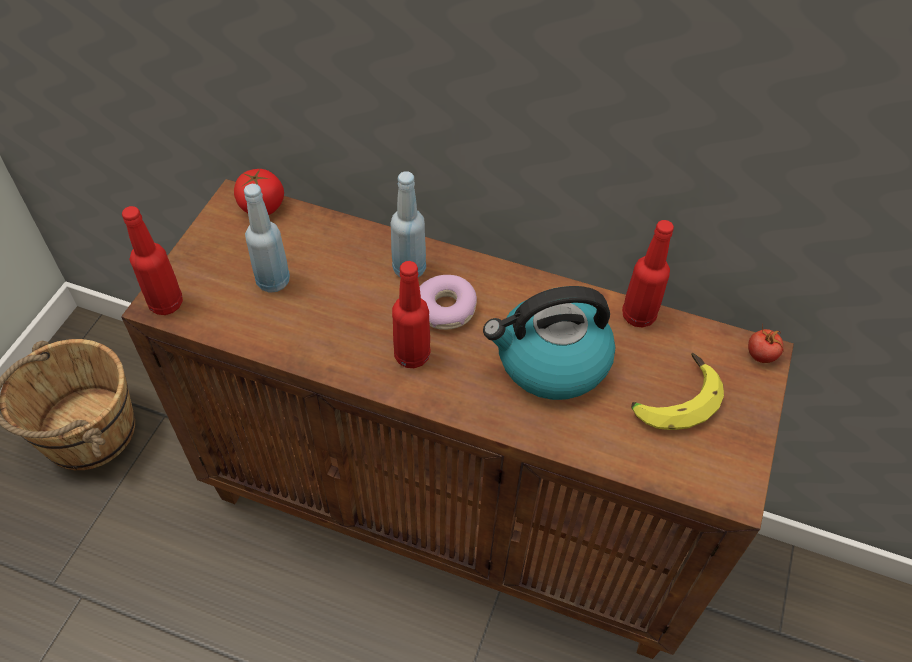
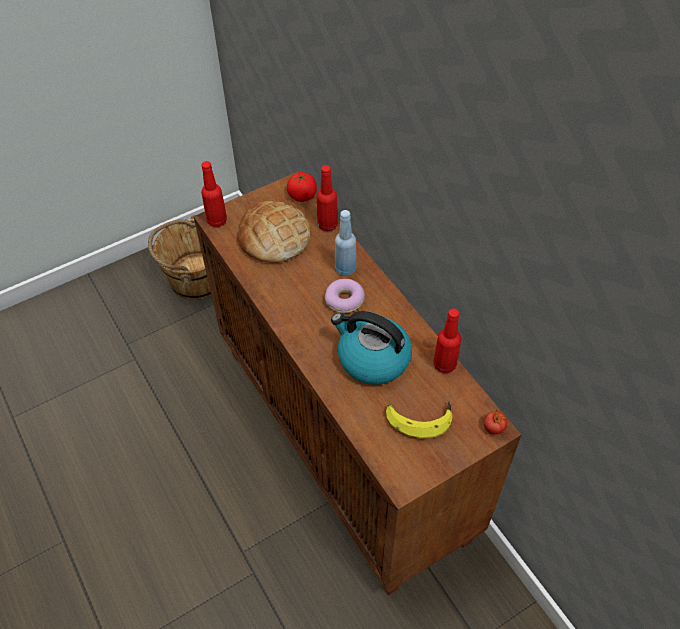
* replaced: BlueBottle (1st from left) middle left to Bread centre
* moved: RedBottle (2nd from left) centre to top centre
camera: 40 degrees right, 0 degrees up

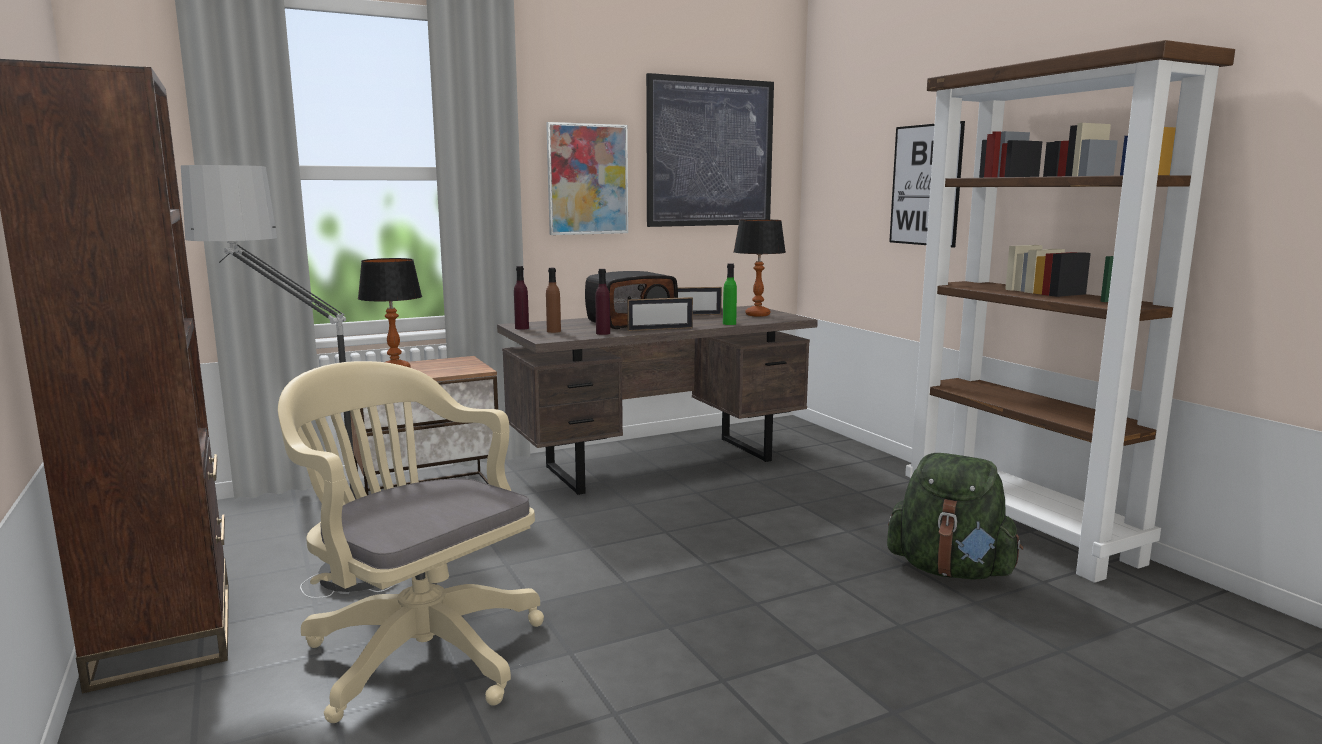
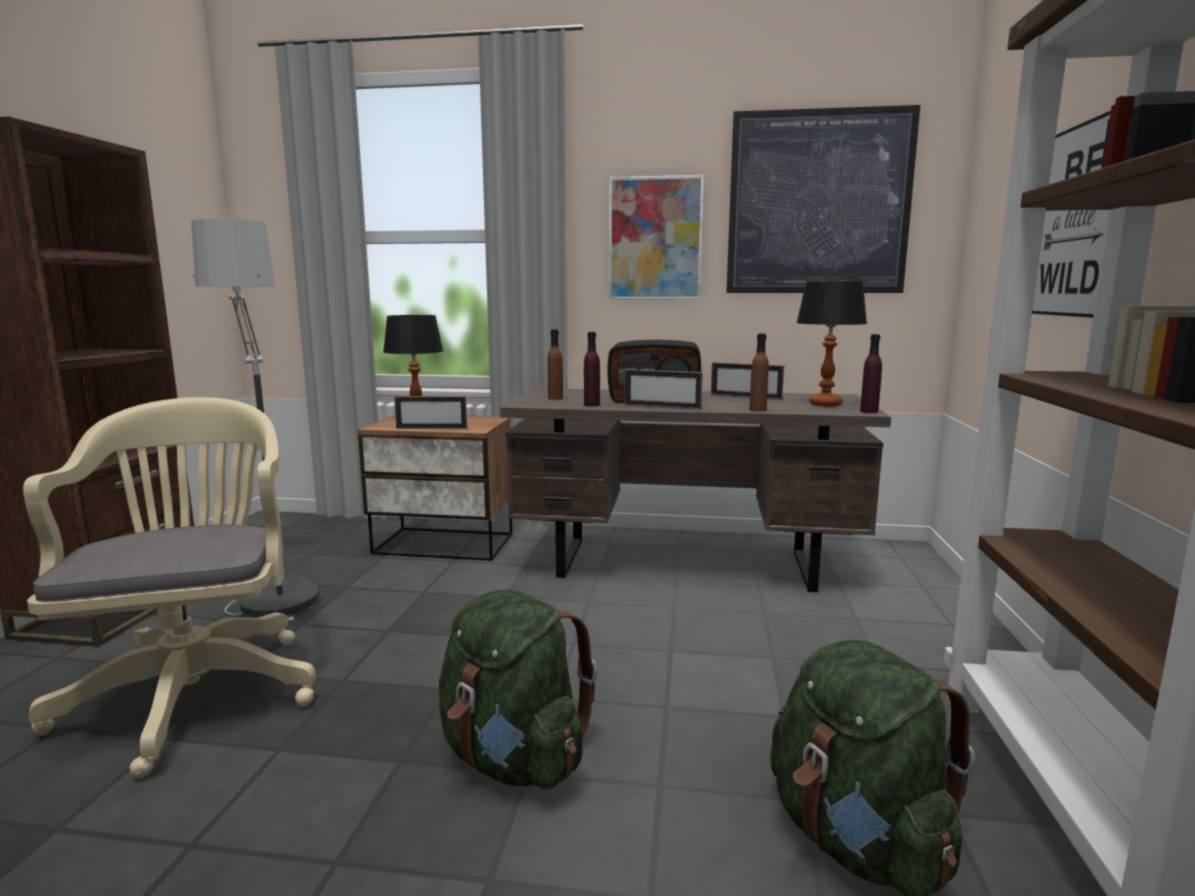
* recoloured: GreenBottle centre to BrownBottle (2nd from left) centre
* moved: PurpleBottle (1st from left in the first image) centre to PurpleBottle (2nd from left) middle right
* added: PictureFrame (1st from left) centre
* added: GreenBackpack (1st from left) bottom centre
camera: 35 degrees right, 0 degrees up

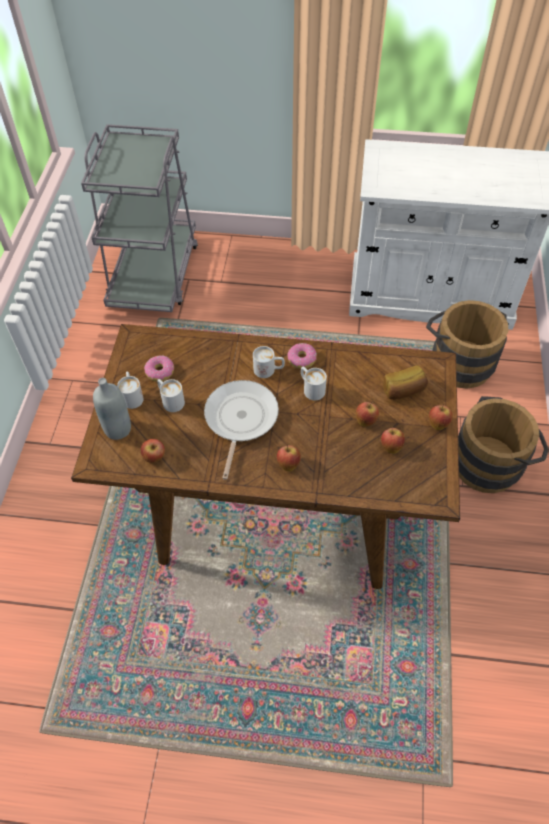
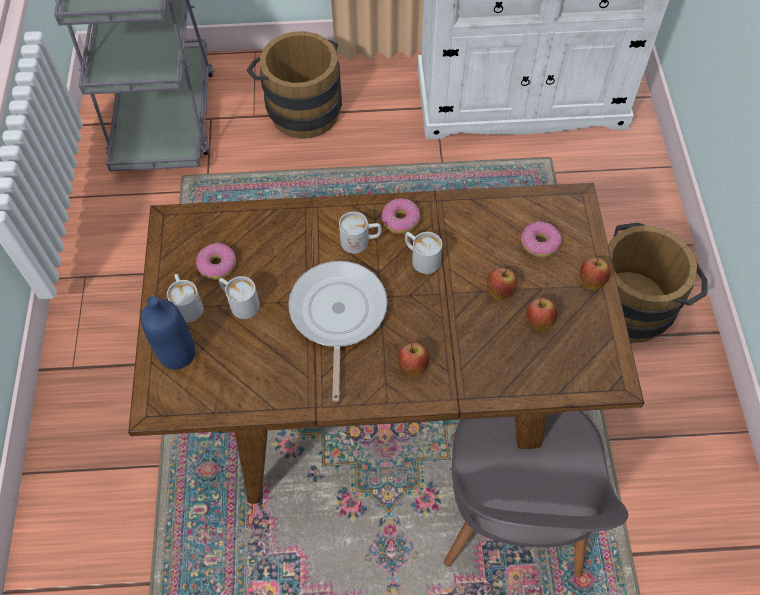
* moved: BrownBucket (1st from left) middle right to top centre
* replaced: Bread middle right to Donut (3rd from left) middle right
* recoloured: GreyBottle middle left to BlueBottle middle left
* removed: Apple (1st from left) middle left
* added: GreyChair bottom right
camera: 10 degrees left, 5 degrees up

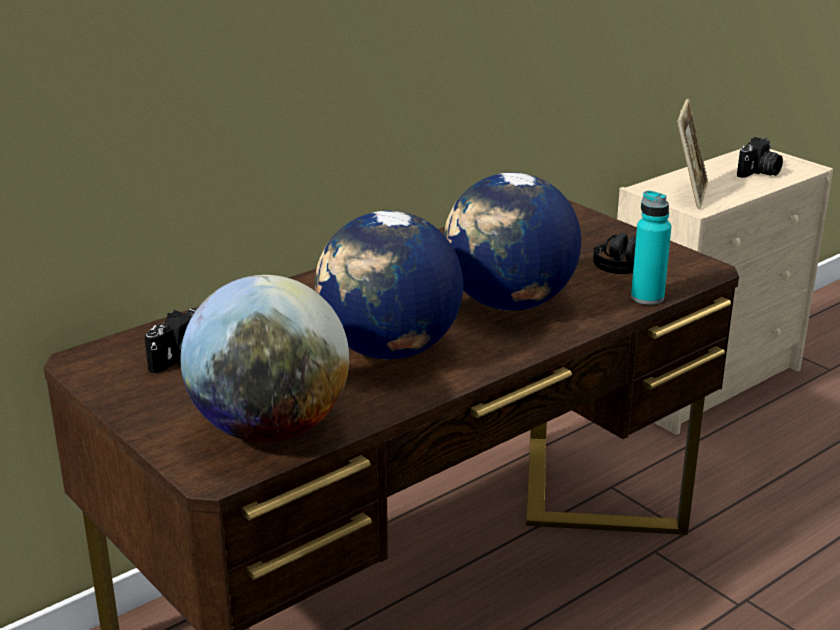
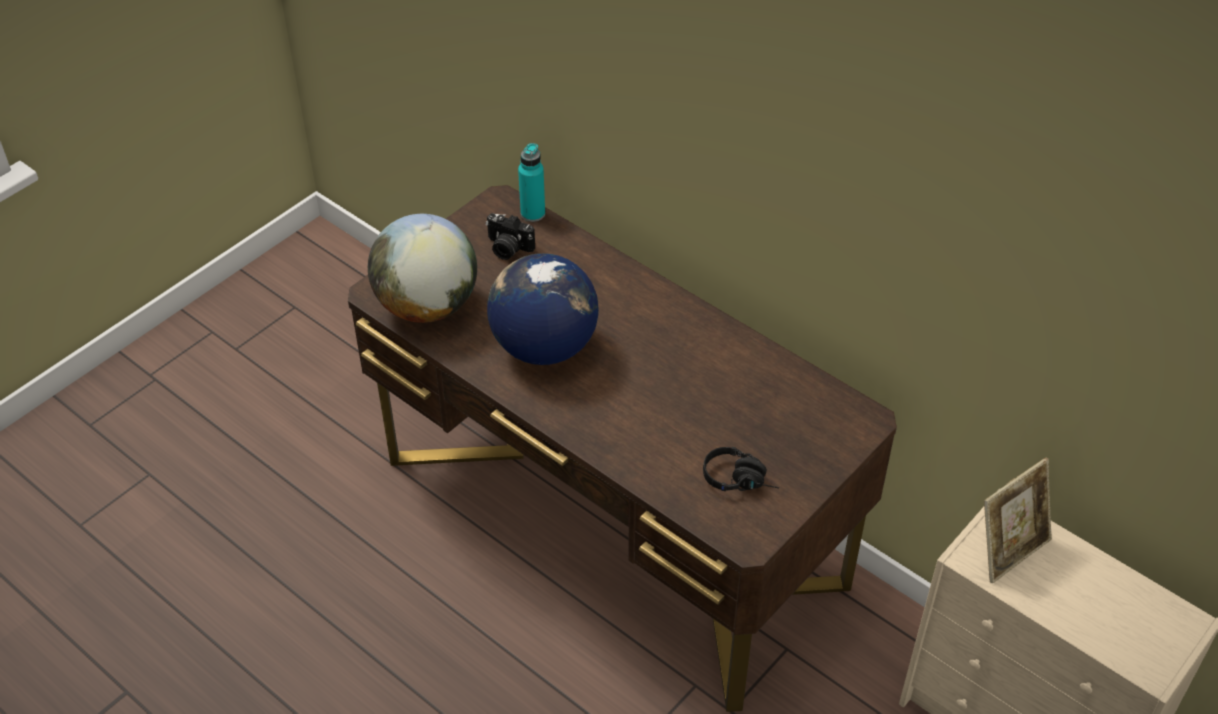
* turned: PictureFrame top right = bottom right 45 degrees counterclockwise
* removed: PhotoCamera (2nd from left) top right
* removed: Globe (3rd from left) centre
* moved: TurquoiseBottle middle right to top centre
camera: 80 degrees right, 20 degrees up

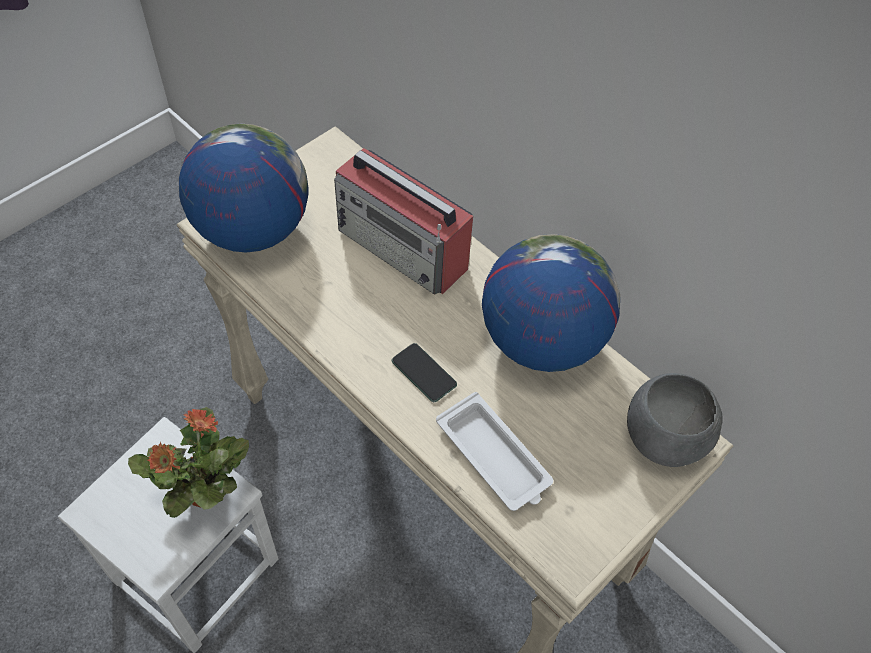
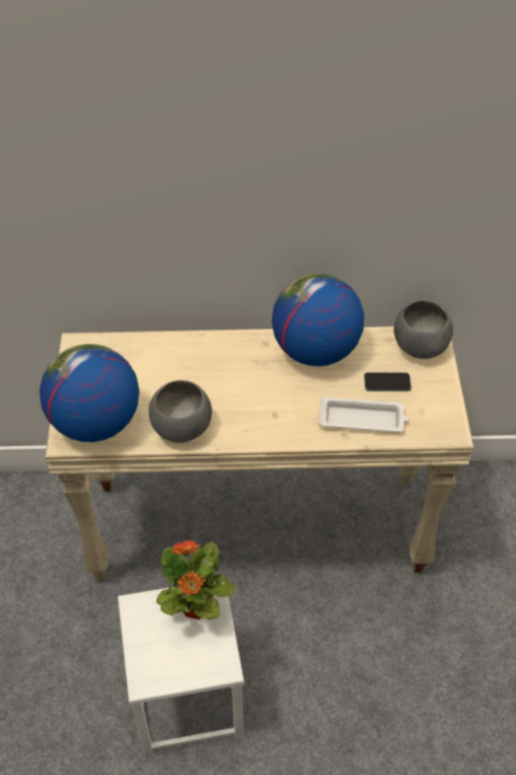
* removed: Radio centre
* moved: Phone centre to middle right
* added: GreyBowl (1st from left) centre
camera: 45 degrees left, 5 degrees down

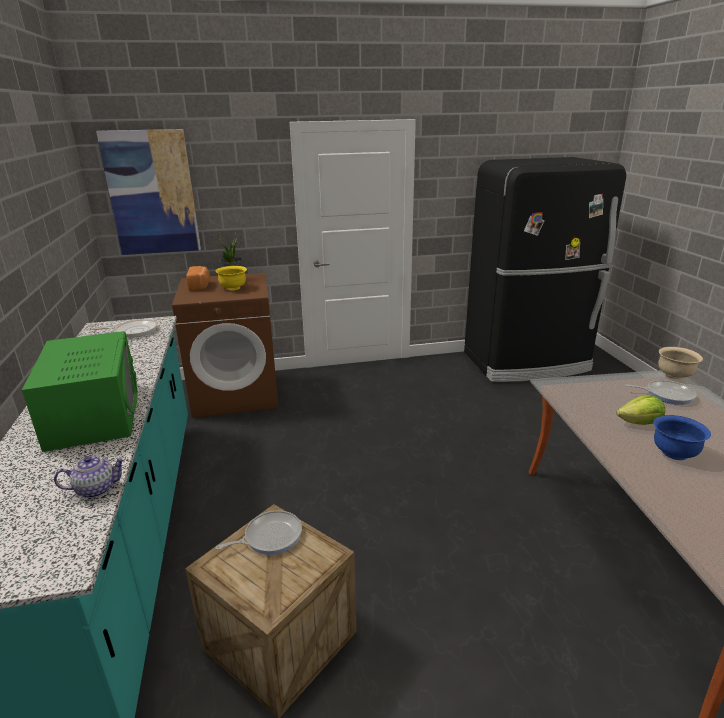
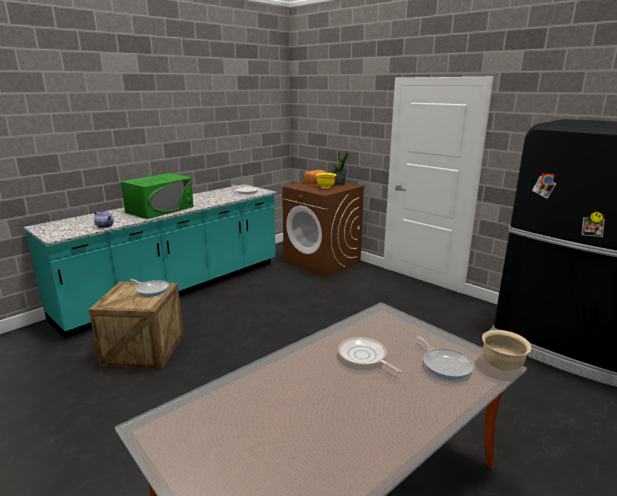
* removed: Picture top left
* replaced: Lettuce middle right to FryingPan (3rd from left) bottom centre
* removed: BlueBowl middle right
camera: 55 degrees right, 5 degrees down

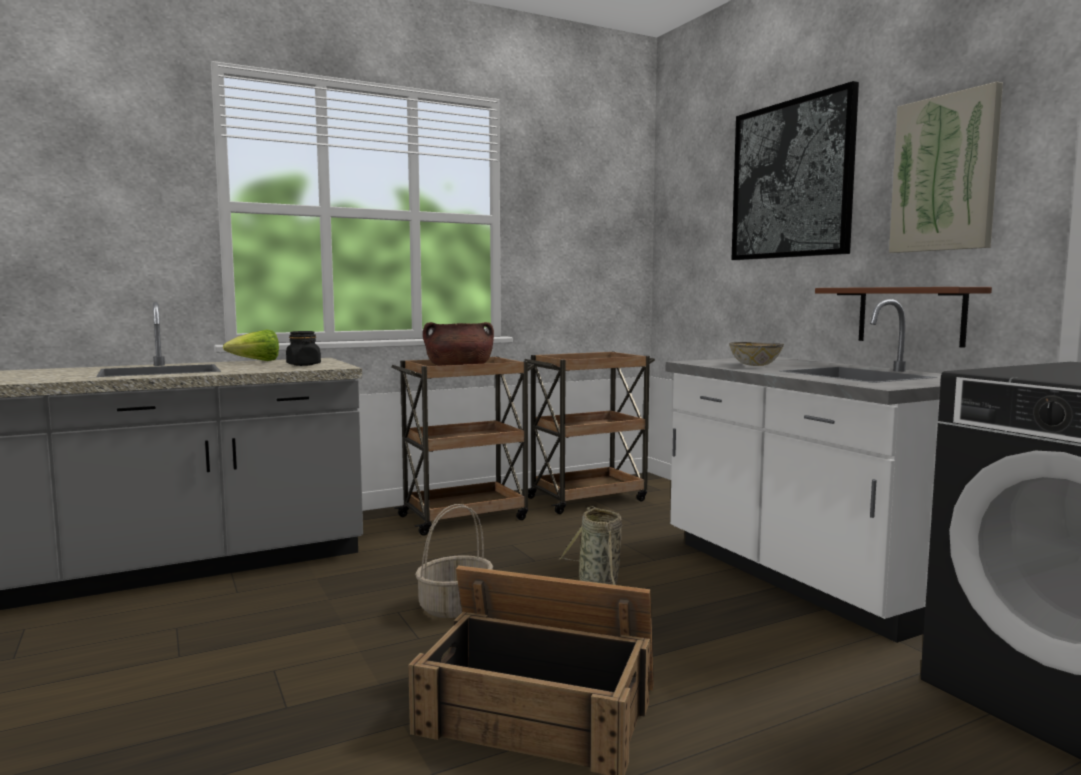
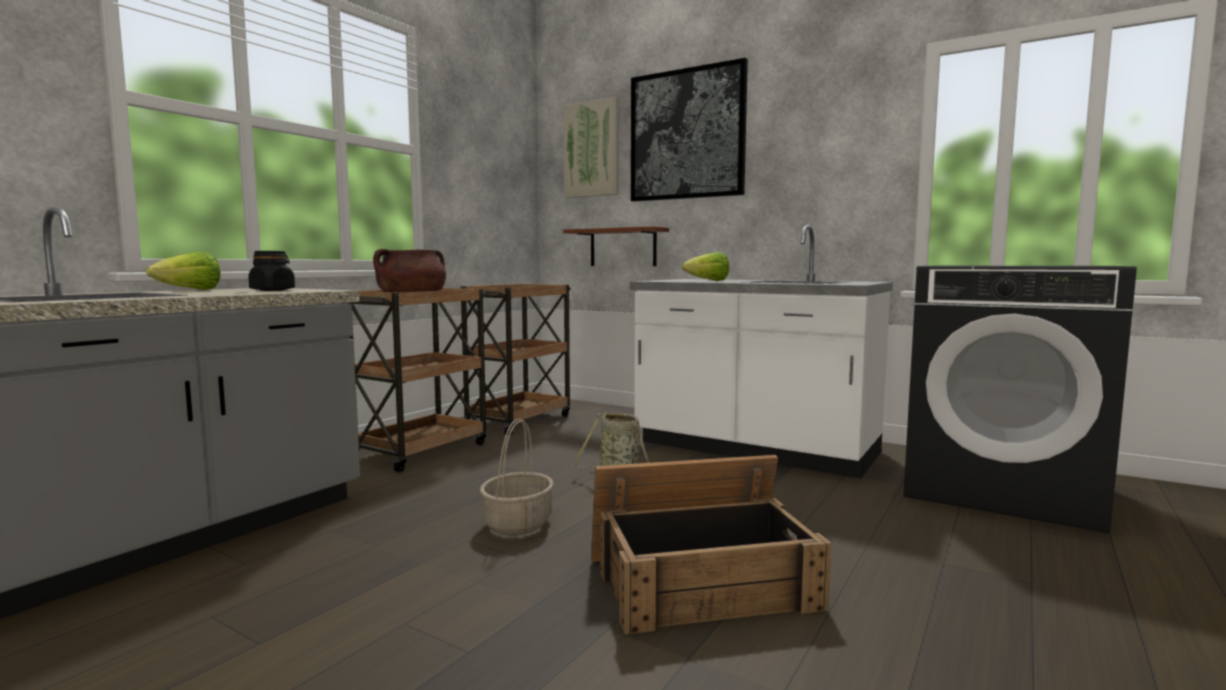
* moved: Picture (2nd from left in the first image) top right to Picture (1st from left) top centre
* moved: BrownShelf middle right to centre
* replaced: Bowl middle right to Lettuce (2nd from left) centre
camera: 30 degrees left, 0 degrees up

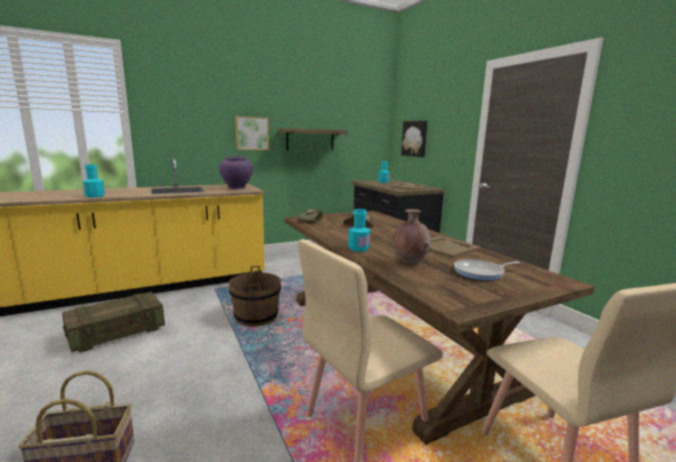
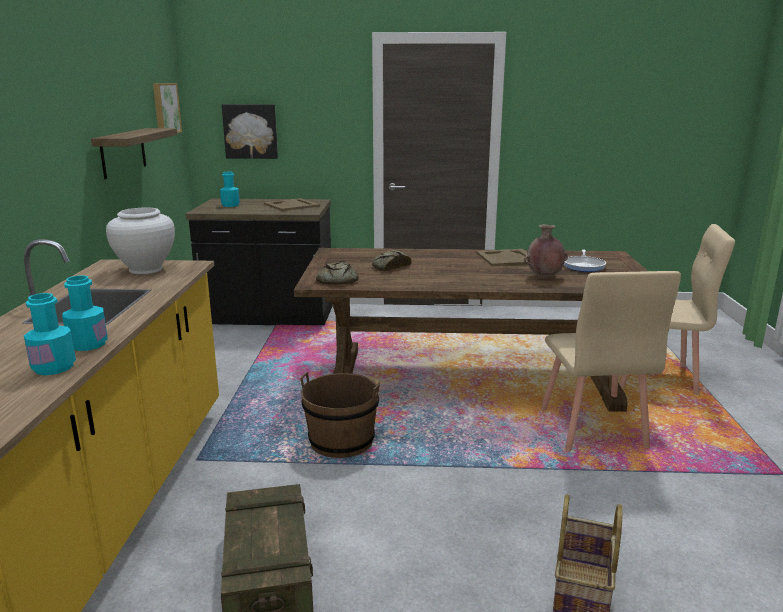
* moved: Picture (1st from left) top centre to top left
* recoloured: PurpleVase centre to WhiteVase middle left
* moved: TurquoiseBottle (2nd from left) centre to middle left
camera: 60 degrees left, 5 degrees up

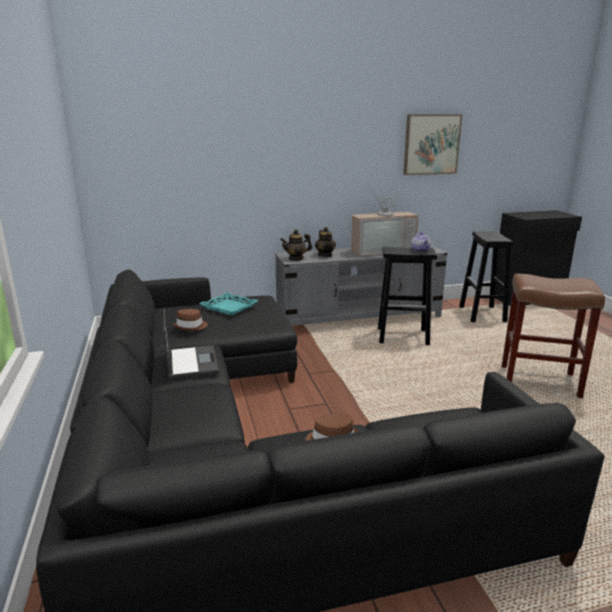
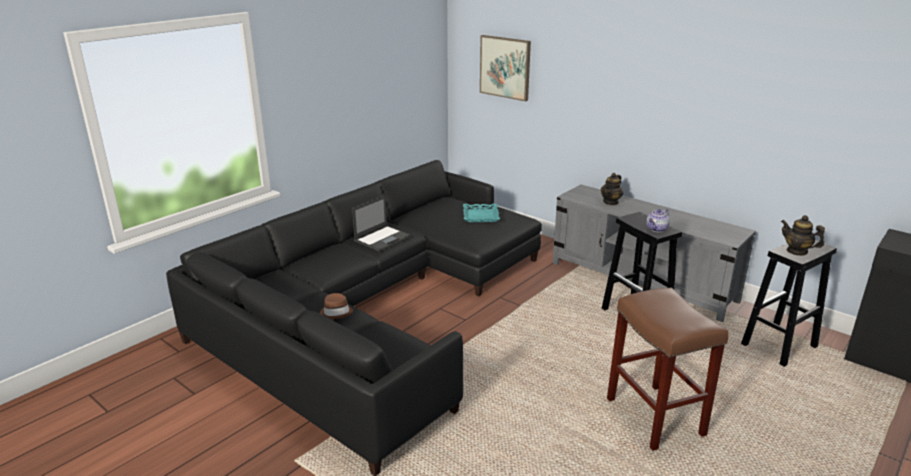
* moved: Picture top right to top centre
* removed: Television centre
* moved: Teapot (1st from left in the first image) centre to Teapot (3rd from left) middle right
* removed: BrownHat (1st from left) middle left
camera: 55 degrees right, 5 degrees up

